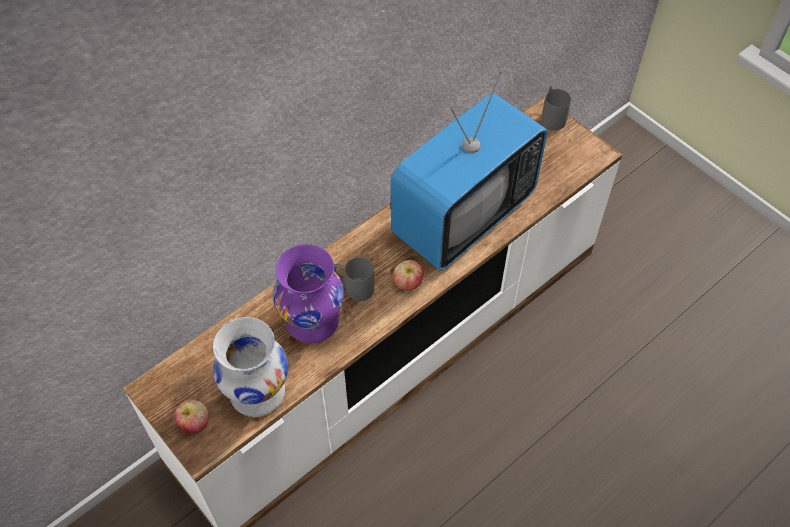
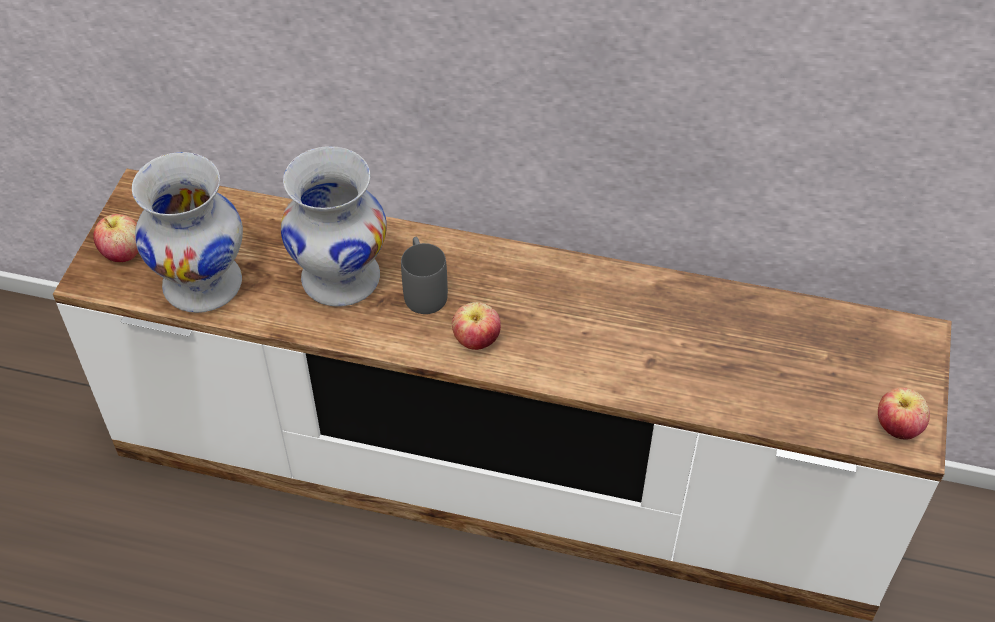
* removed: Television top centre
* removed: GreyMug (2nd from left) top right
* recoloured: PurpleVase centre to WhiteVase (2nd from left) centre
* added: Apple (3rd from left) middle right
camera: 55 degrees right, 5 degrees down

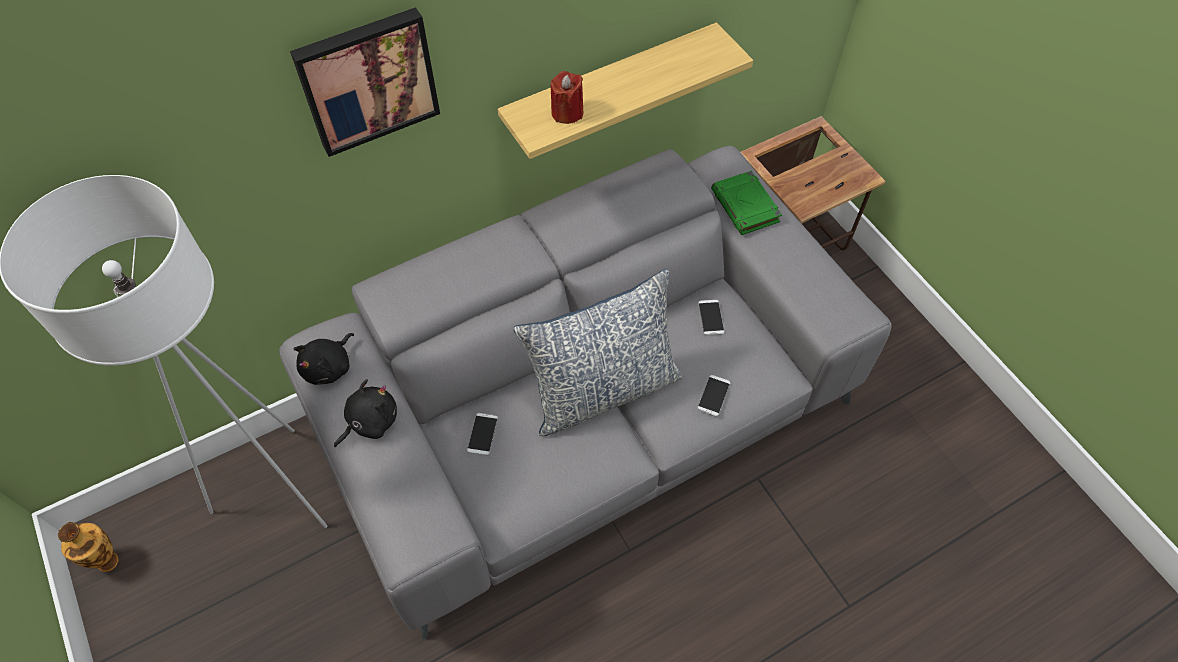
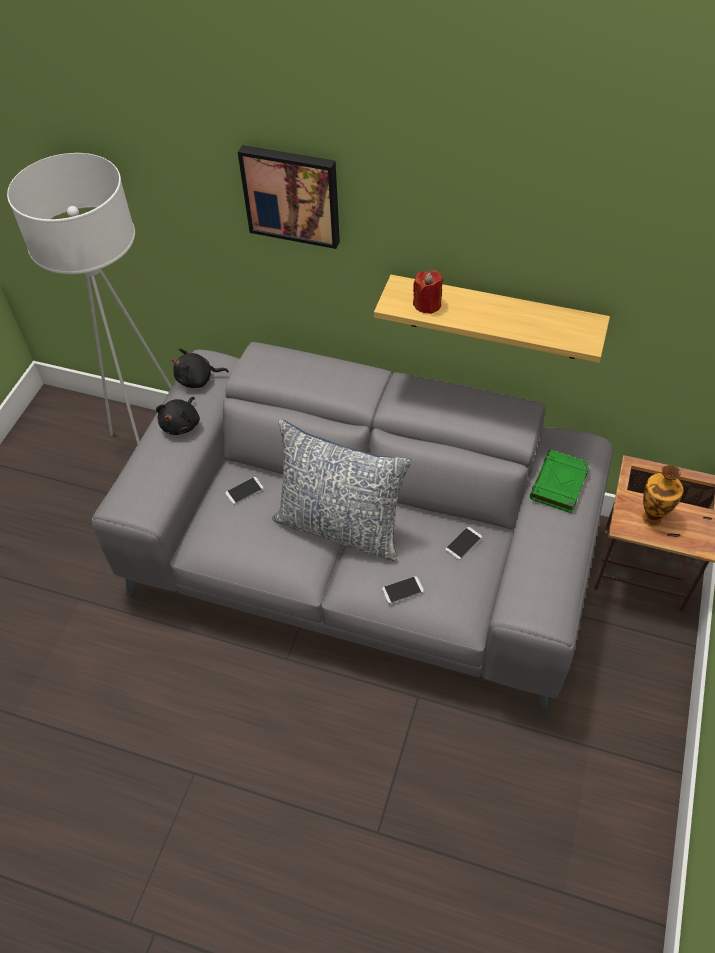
* turned: BlackPlushToy (2nd from left in the first image) middle left = middle left 105 degrees clockwise
* moved: Vase bottom left to middle right
camera: 50 degrees right, 5 degrees down

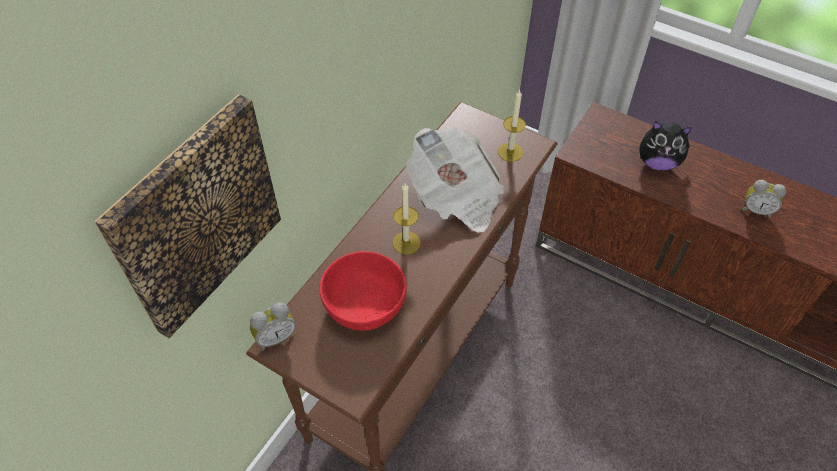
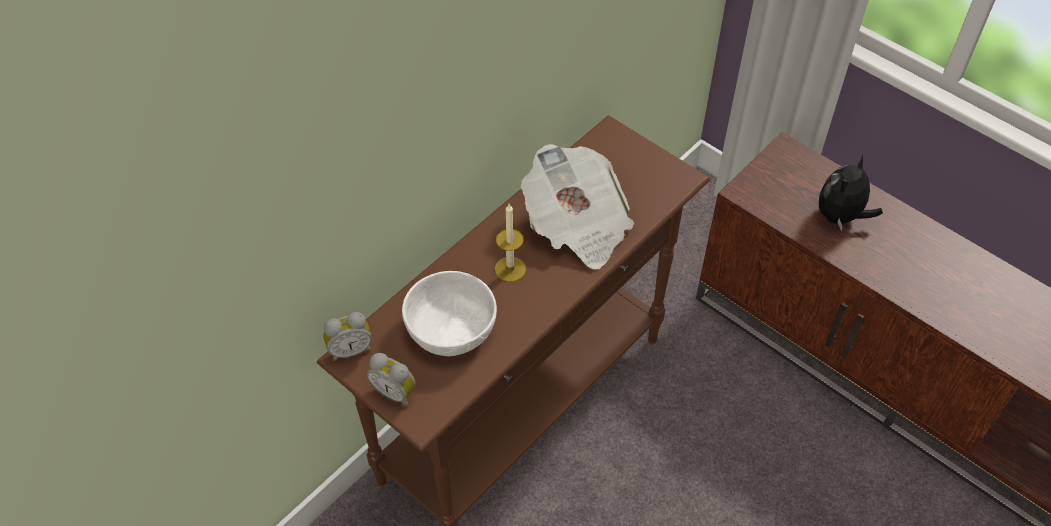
* removed: Candle (2nd from left) top centre
* removed: Picture middle left
* turned: PlushToy top right = middle right 105 degrees clockwise
* moved: AlarmClock (2nd from left) middle right to bottom centre
* recoloured: RedBowl centre to WhiteBowl centre
camera: 10 degrees right, 0 degrees up

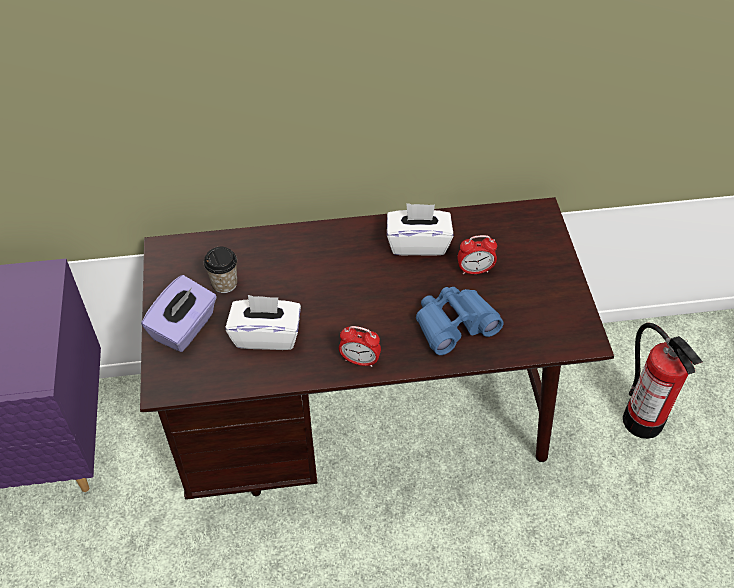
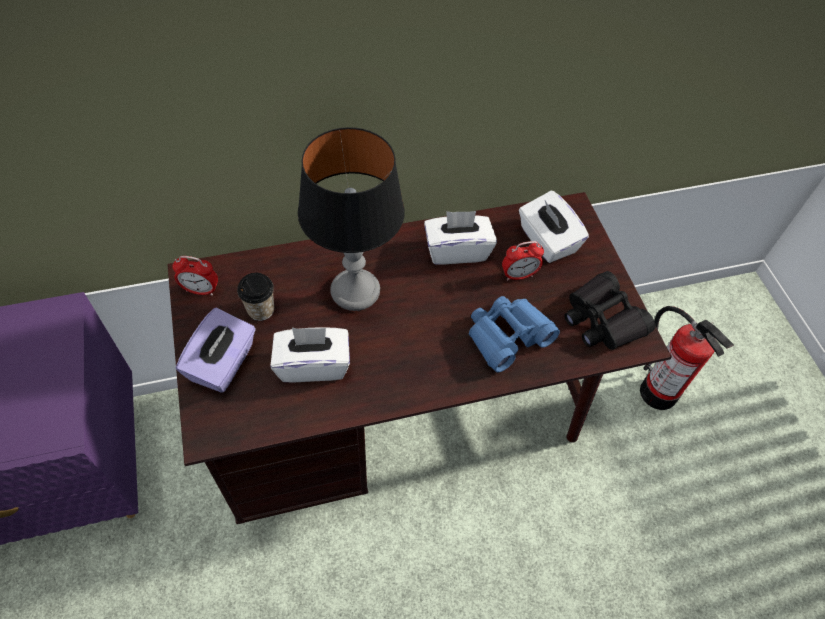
* moved: AlarmClock (1st from left) centre to middle left
* added: TableLamp centre
* added: WhiteTissueBox (3rd from left) middle right
* added: BlackBinoculars middle right
camera: 10 degrees left, 5 degrees up

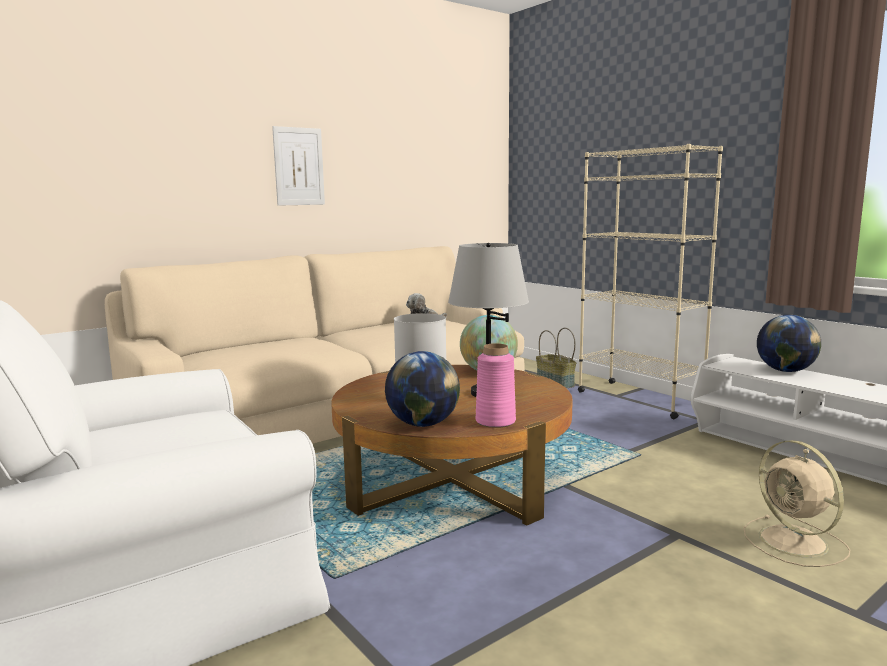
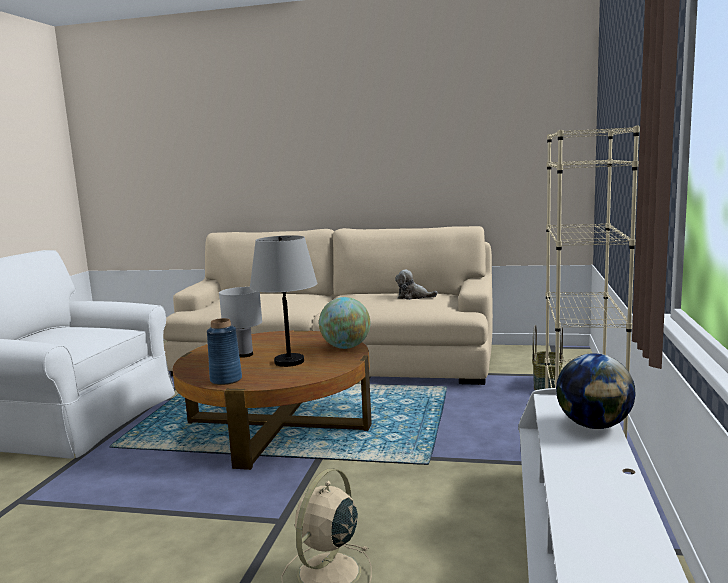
* removed: Picture top centre
* recoloured: PinkVase centre to BlueVase middle left
* removed: Globe (1st from left) centre
camera: 50 degrees right, 0 degrees up

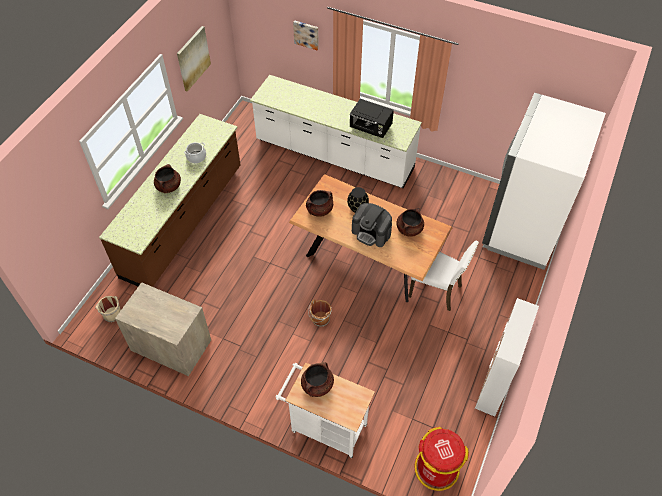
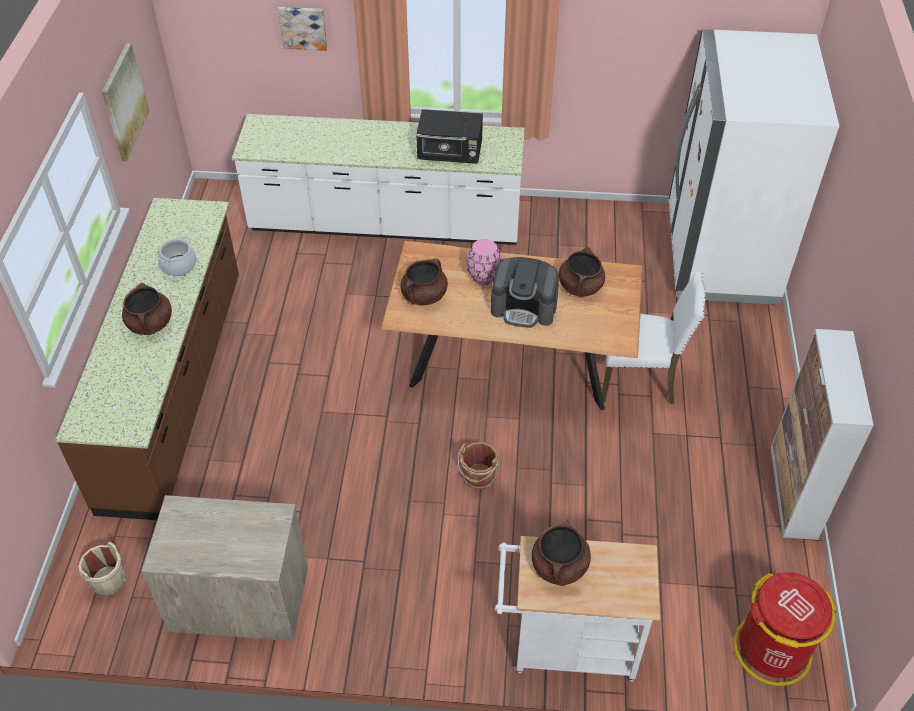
* recoloured: BlackVase centre to PinkVase centre
camera: 20 degrees left, 5 degrees down

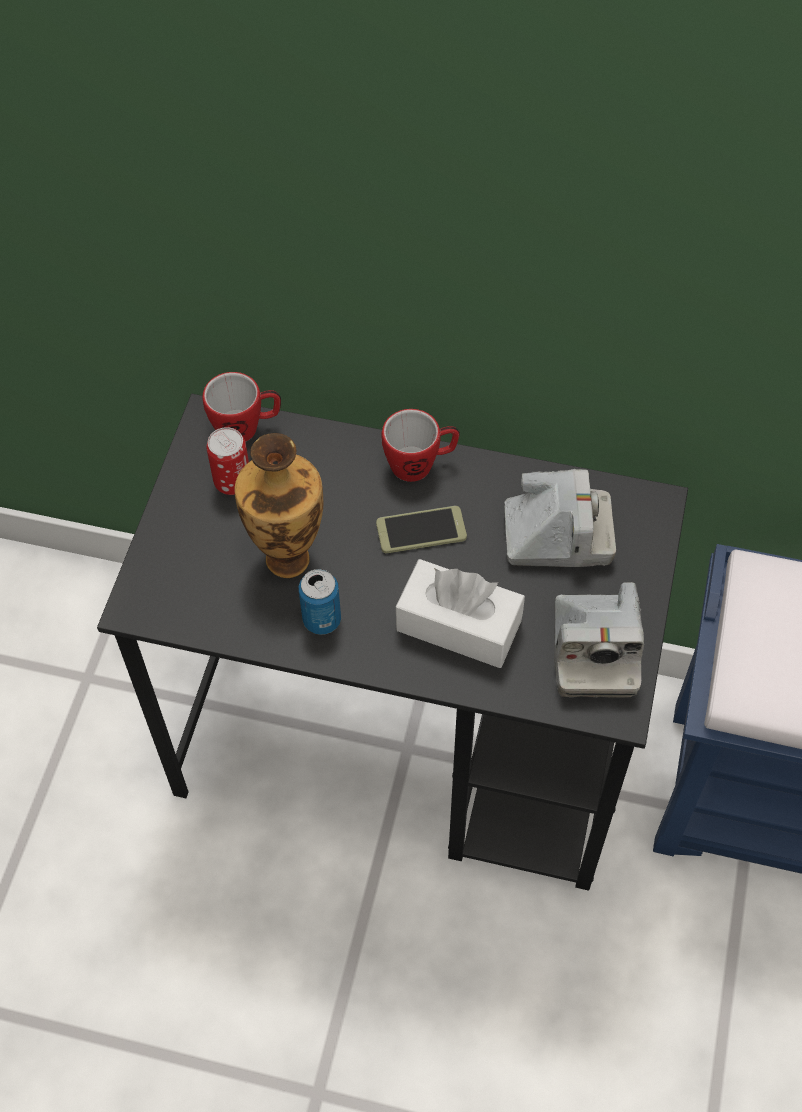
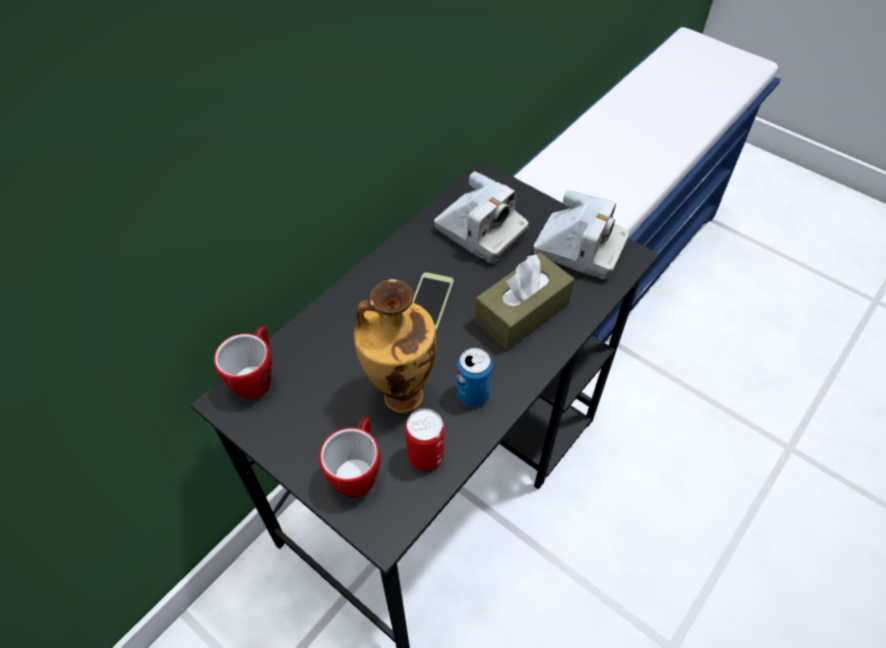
* moved: Mug (2nd from left) centre to bottom centre
* moved: Can (1st from left) middle left to bottom centre
* turned: PhotoCamera (1st from left) middle right = centre 105 degrees clockwise
* recoloured: WhiteTissueBox centre to BrownTissueBox centre
camera: 65 degrees left, 5 degrees down

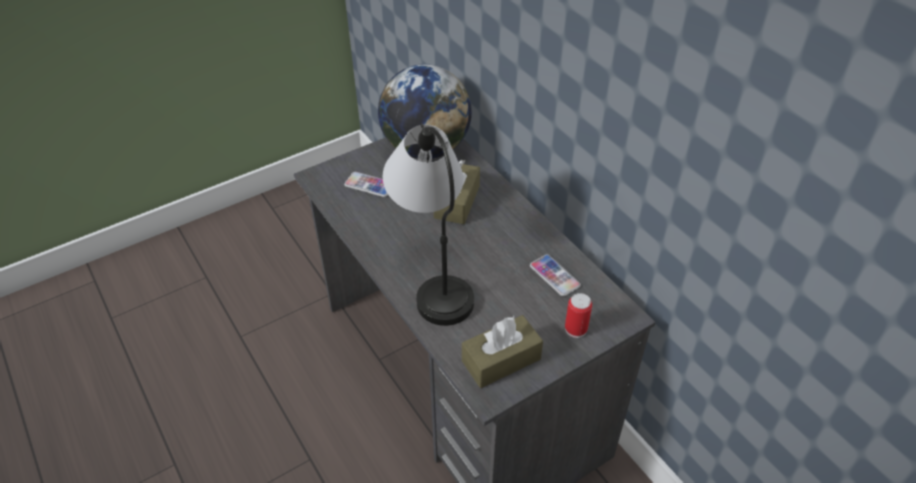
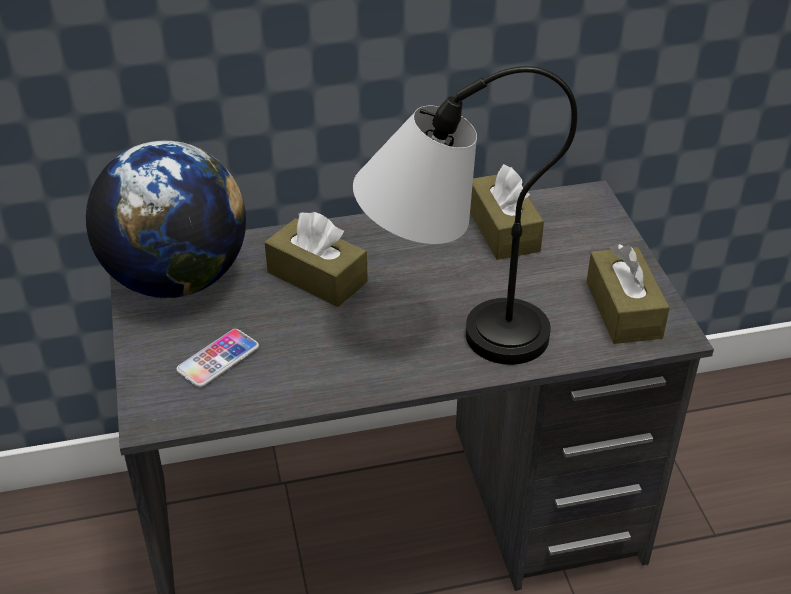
* replaced: Phone (2nd from left) centre to BrownTissueBox (2nd from left) centre
* removed: Can centre
camera: 70 degrees left, 5 degrees down

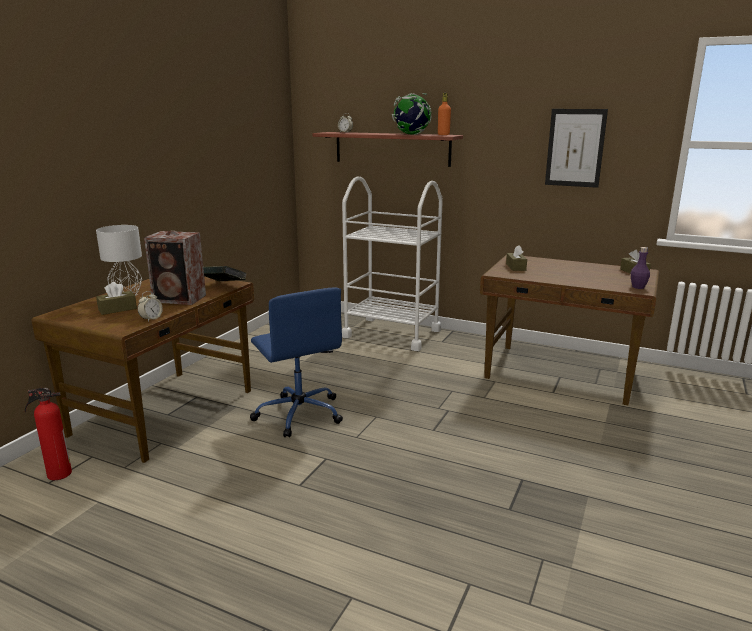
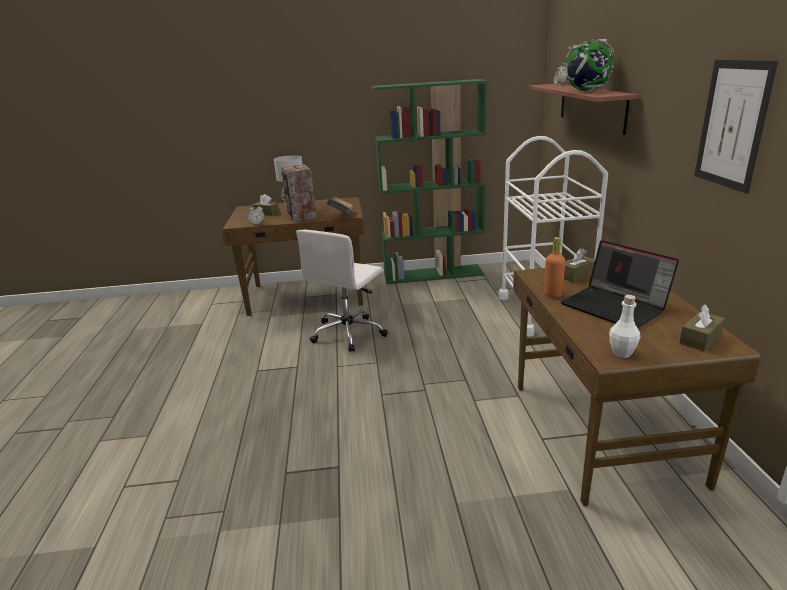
* moved: OrangeBottle top centre to middle right
* recoloured: PurpleBottle middle right to WhiteBottle middle right
* recoloured: BlueOfficeChair centre to WhiteOfficeChair centre
* removed: FireExtinguisher bottom left
* added: GreenBookcase top centre
* added: Laptop middle right
camera: 60 degrees right, 5 degrees up

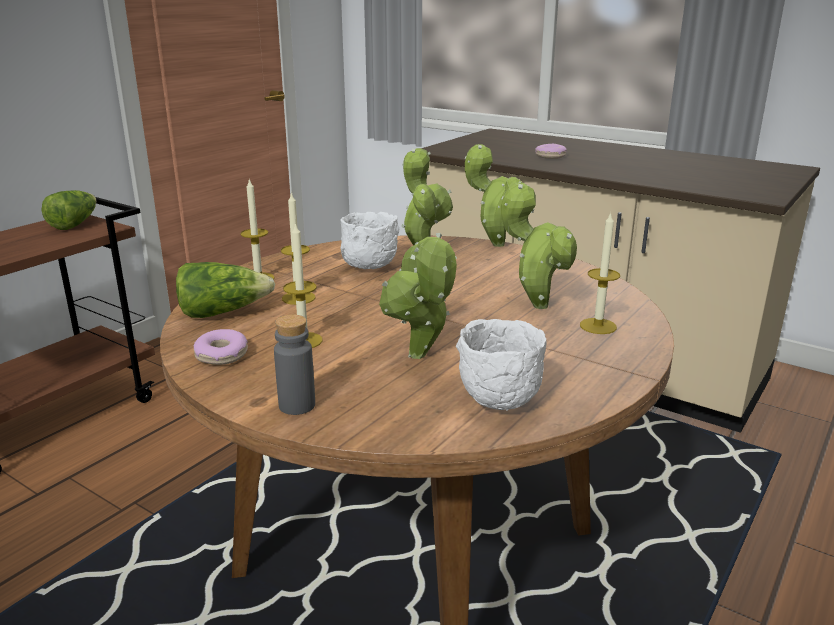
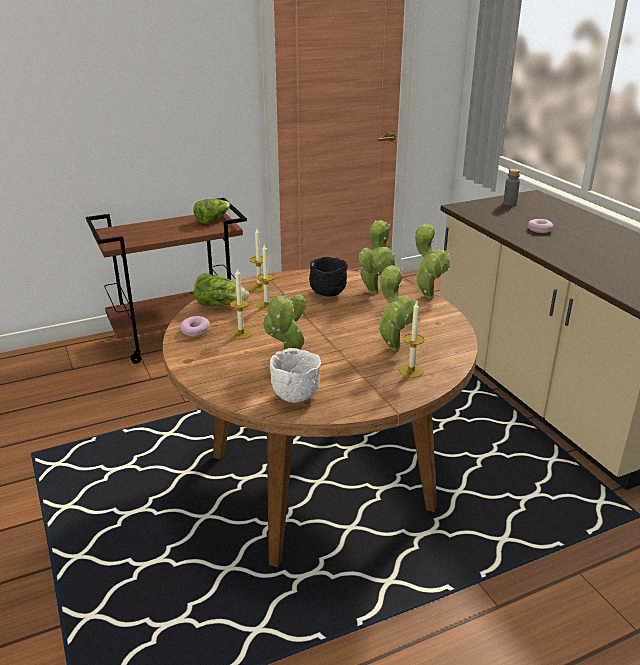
* recoloured: WhiteBowl (1st from left) centre to BlackBowl centre
* moved: GreyBottle centre to top right
camera: 30 degrees right, 5 degrees up

